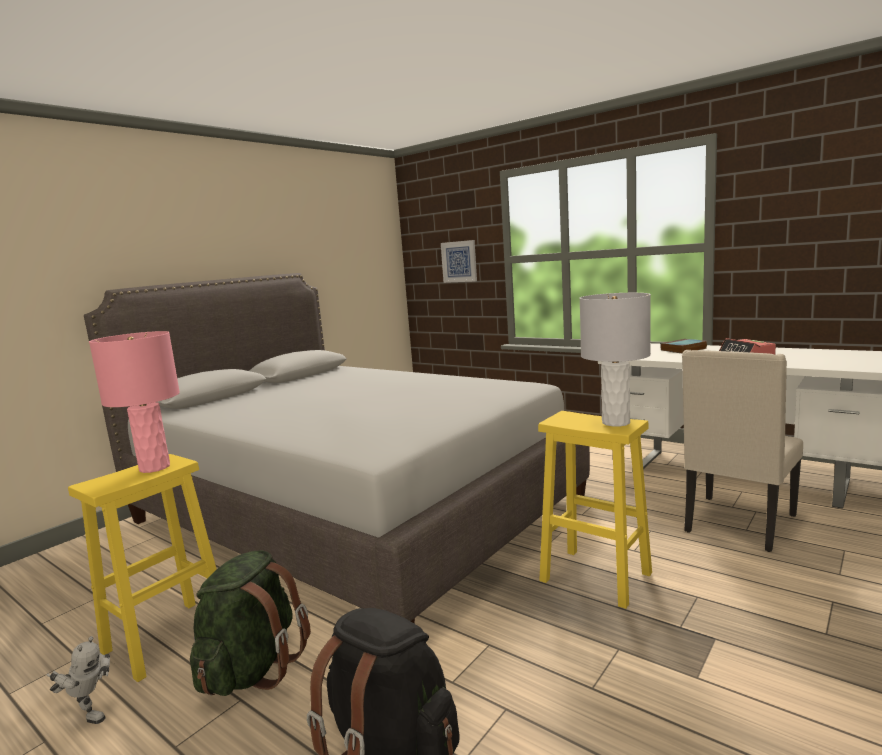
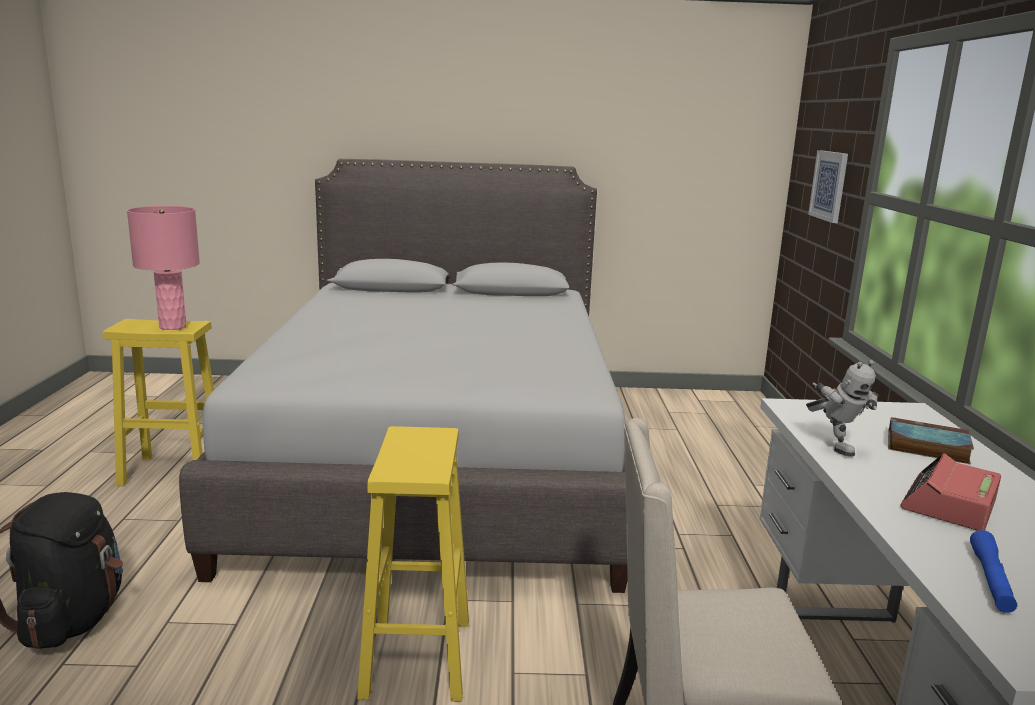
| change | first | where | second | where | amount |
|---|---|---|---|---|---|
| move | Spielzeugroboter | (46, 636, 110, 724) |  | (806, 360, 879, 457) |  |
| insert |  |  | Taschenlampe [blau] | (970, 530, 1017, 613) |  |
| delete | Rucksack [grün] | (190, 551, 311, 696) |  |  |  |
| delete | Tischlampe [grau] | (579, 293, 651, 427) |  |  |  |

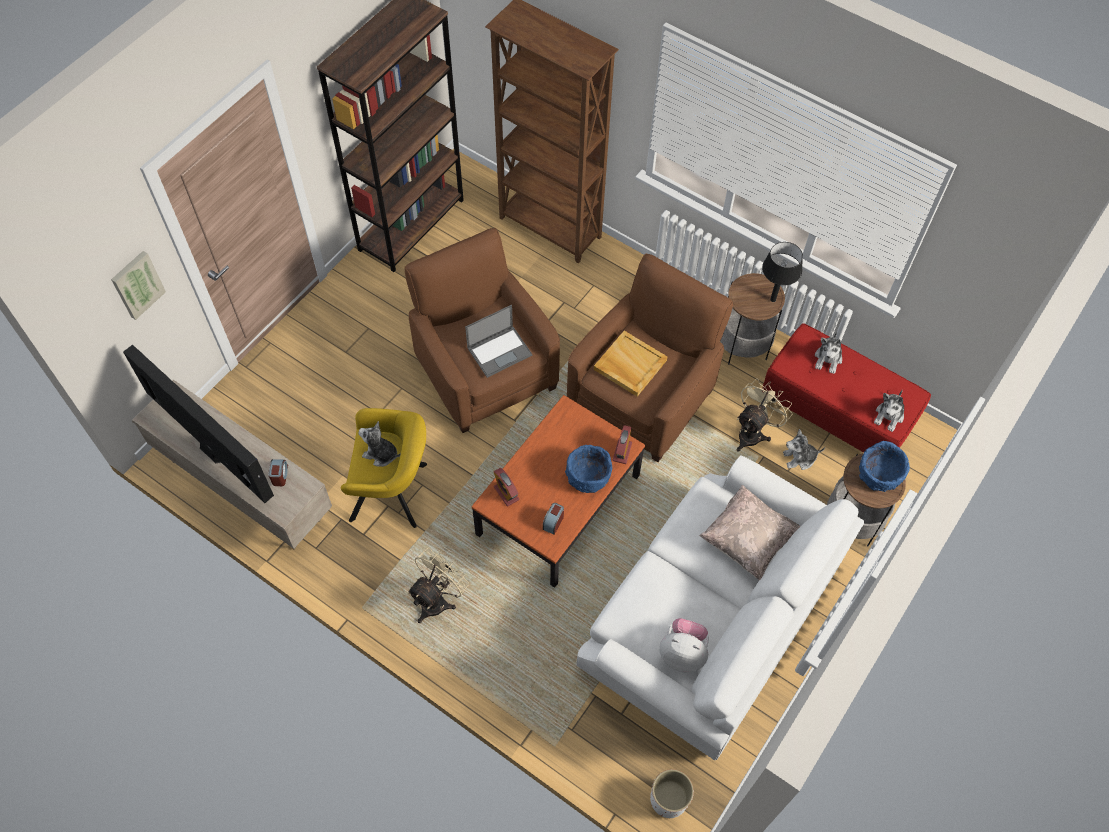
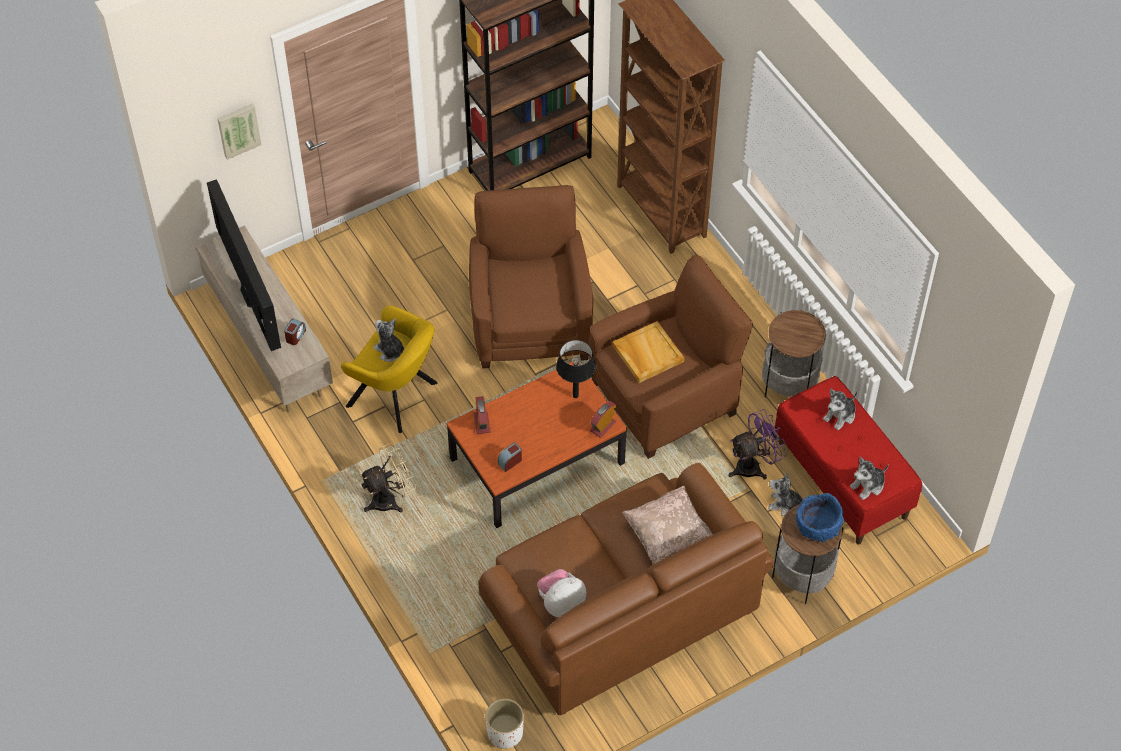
| change | first | where | second | where | amount |
|---|---|---|---|---|---|
| recolor | Sofa [weiß] | (577, 455, 864, 760) | Sofa [braun] | (478, 463, 774, 715) |  |
| rotate | Plüschtier | (659, 618, 709, 672) |  | (537, 569, 586, 617) | 75 degrees counterclockwise |
| move | Tischlampe [schwarz] | (762, 242, 803, 302) |  | (556, 340, 596, 398) |  |
| recolor | Ventilator [beige] | (737, 379, 793, 452) | Ventilator [lila] | (729, 409, 787, 479) |  |
| delete | Laptop | (465, 305, 532, 378) |  |  |  |
| delete | Schüssel [blau] | (565, 445, 612, 493) |  |  |  |

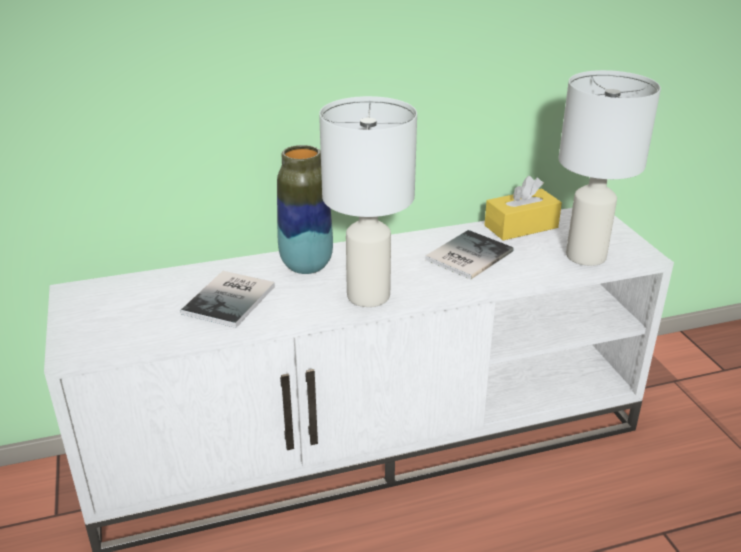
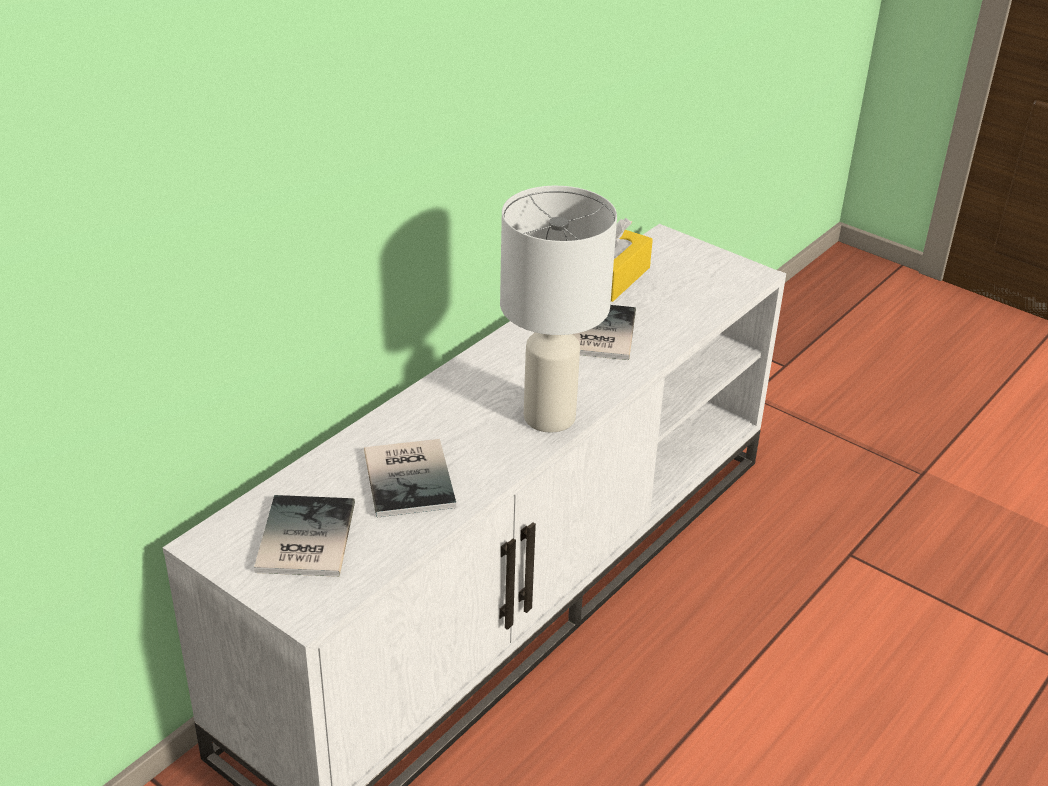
| change | first | where | second | where | amount |
|---|---|---|---|---|---|
| insert |  |  | Buch | (254, 495, 355, 577) |  |
| delete | Vase | (277, 145, 333, 274) |  |  |  |
| delete | Tischlampe [weiß] | (558, 70, 661, 266) |  |  |  |

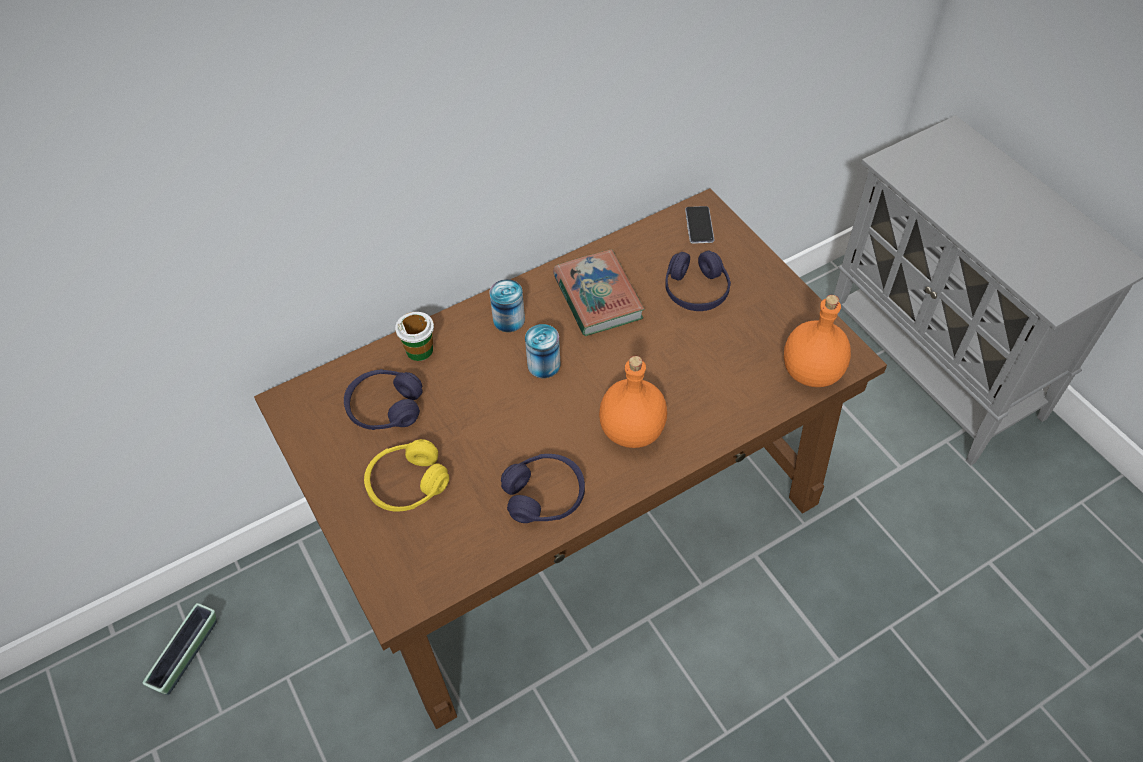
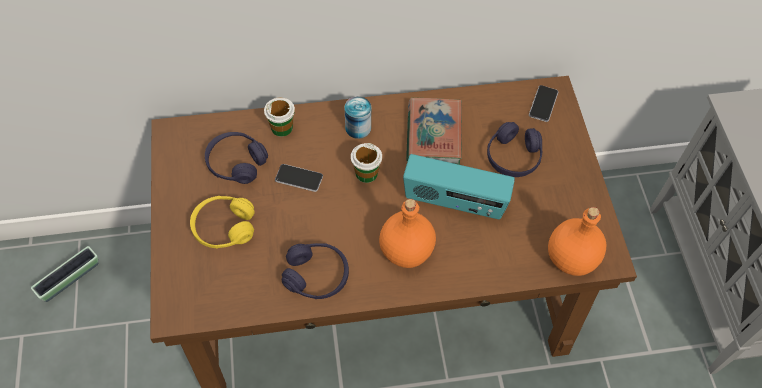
| change | first | where | second | where | amount |
|---|---|---|---|---|---|
| insert |  |  | Handy | (275, 164, 323, 192) |  |
| replace | Dose | (525, 324, 561, 378) | Tasse | (351, 143, 382, 183) |  |
| insert |  |  | Radio | (403, 154, 515, 219) |  |

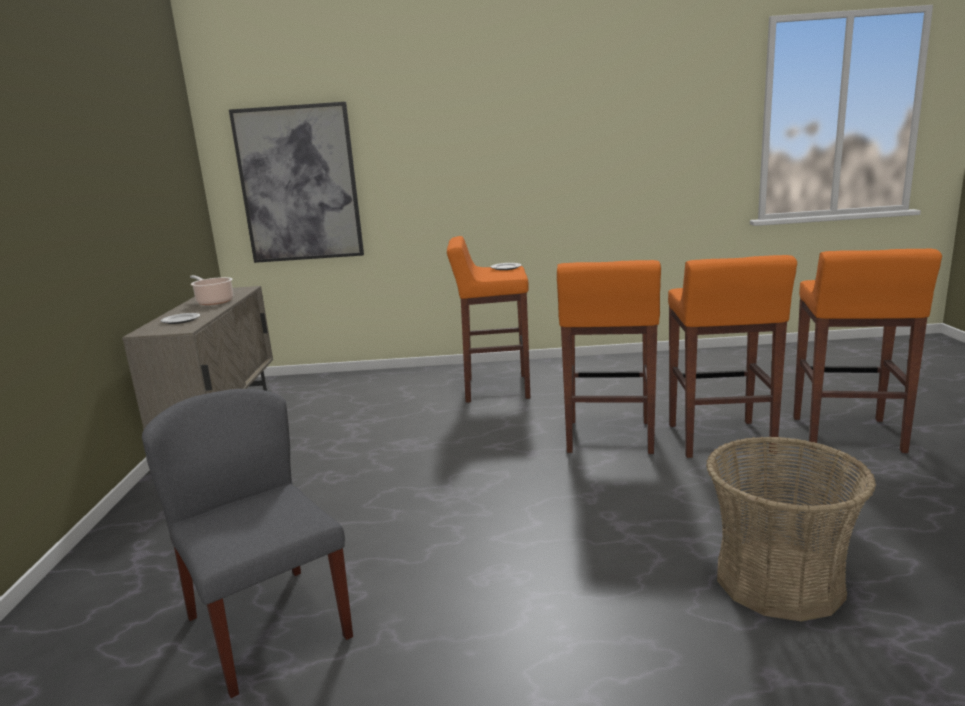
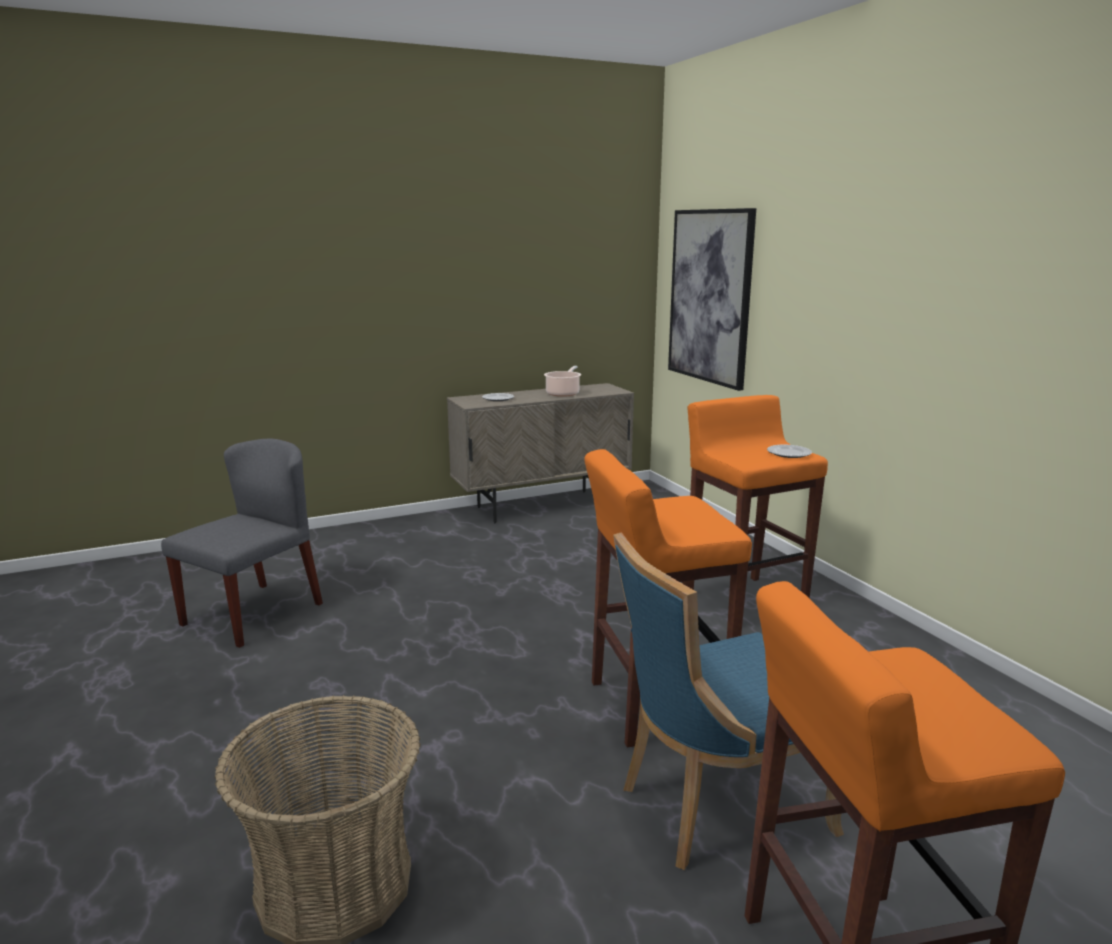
| change | first | where | second | where | amount |
|---|---|---|---|---|---|
| replace | Hocker [orange] | (668, 255, 797, 458) | Stuhl [blau] | (613, 532, 844, 870) |  |

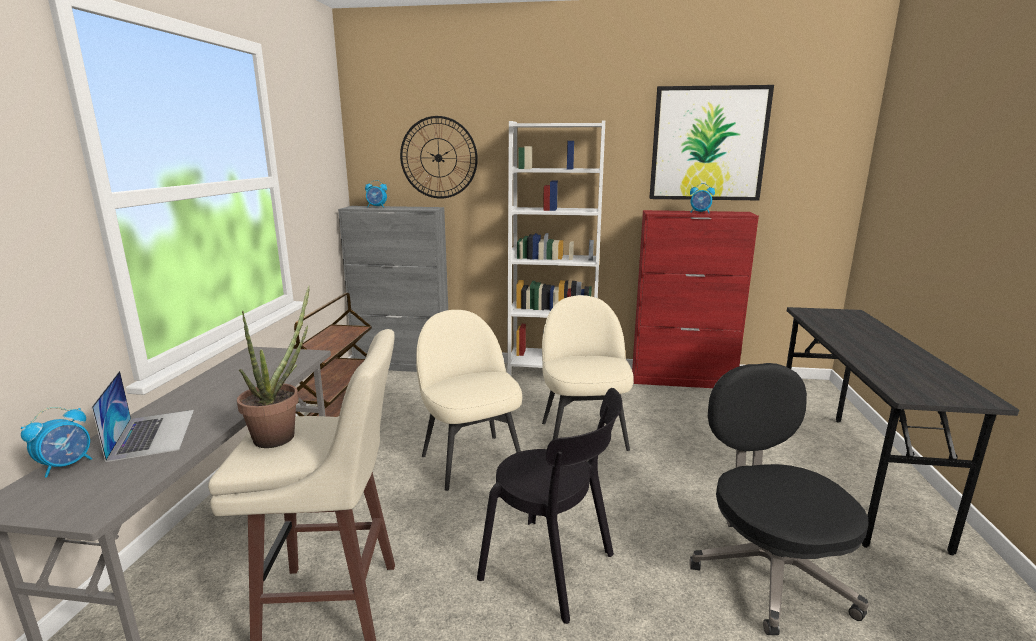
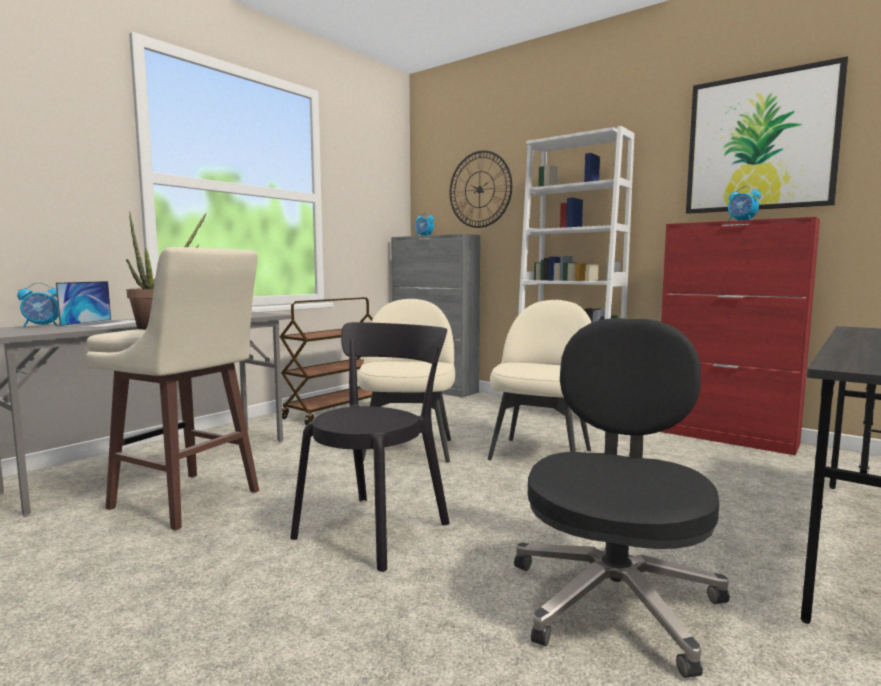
| change | first | where | second | where | amount |
|---|---|---|---|---|---|
| rotate | Stuhl [schwarz] | (477, 388, 622, 624) |  | (290, 322, 449, 572) | 120 degrees counterclockwise |

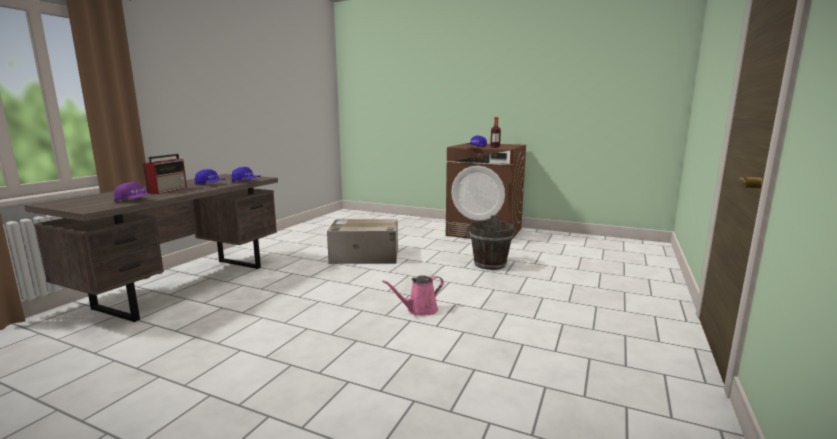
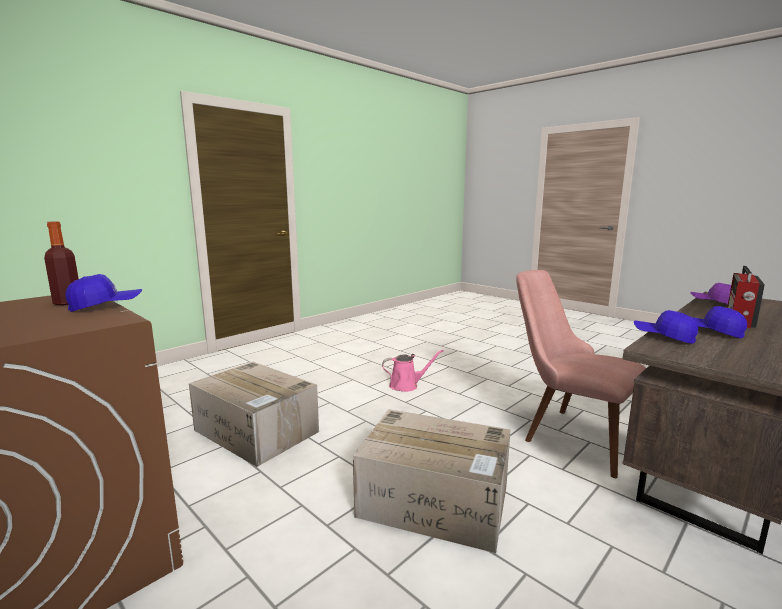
| change | first | where | second | where | amount |
|---|---|---|---|---|---|
| replace | Eimer [braun] | (469, 215, 515, 270) | Karton | (189, 362, 319, 467) |  |
| insert |  |  | Stuhl [rosa] | (516, 270, 646, 478) |  |

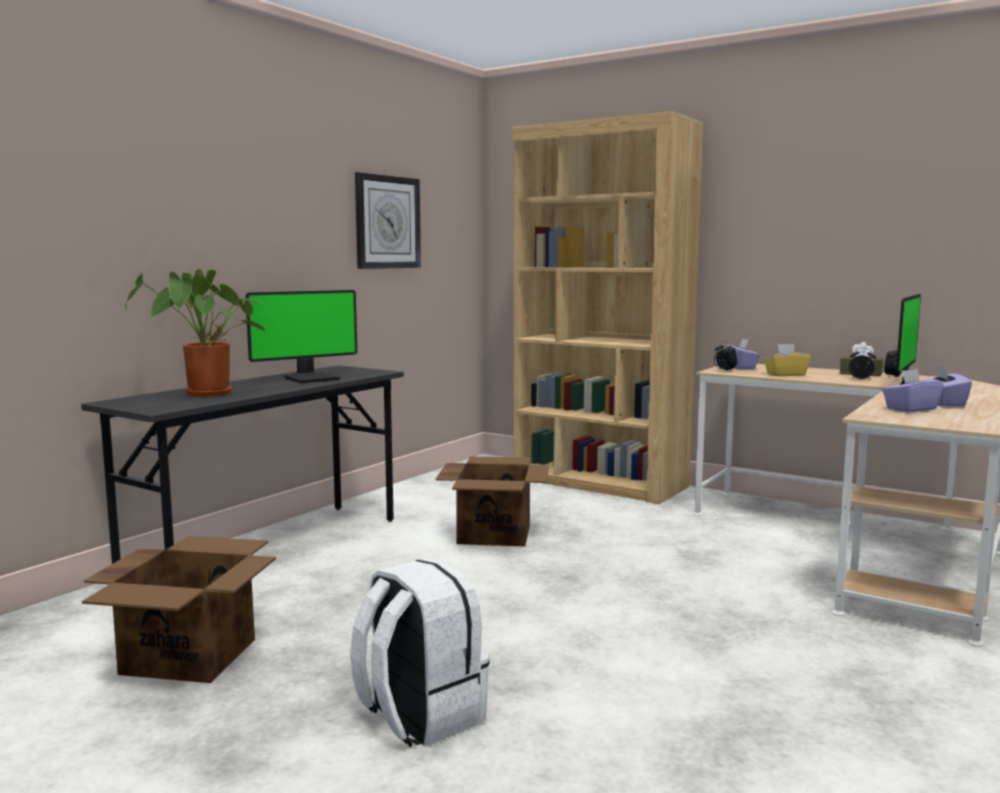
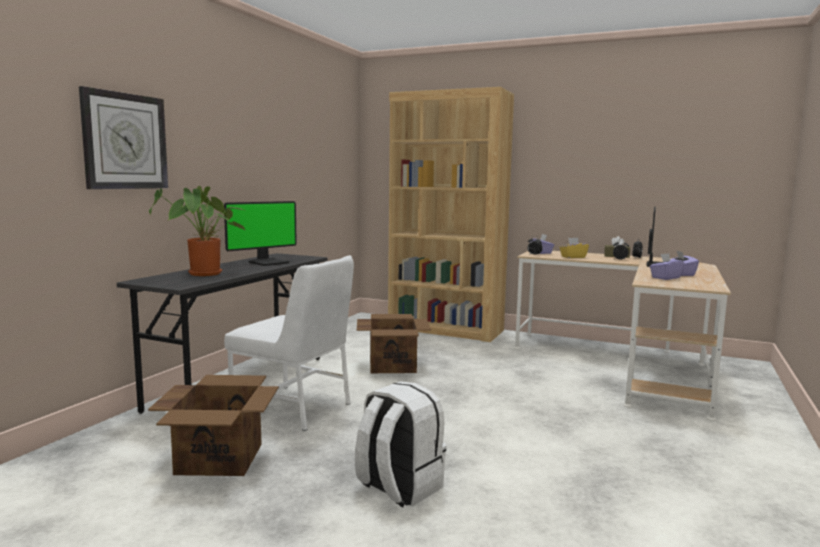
| change | first | where | second | where | amount |
|---|---|---|---|---|---|
| move | Wanduhr | (355, 172, 421, 269) |  | (79, 86, 168, 189) |  |
| insert |  |  | Stuhl [weiß] | (224, 255, 354, 431) |  |

